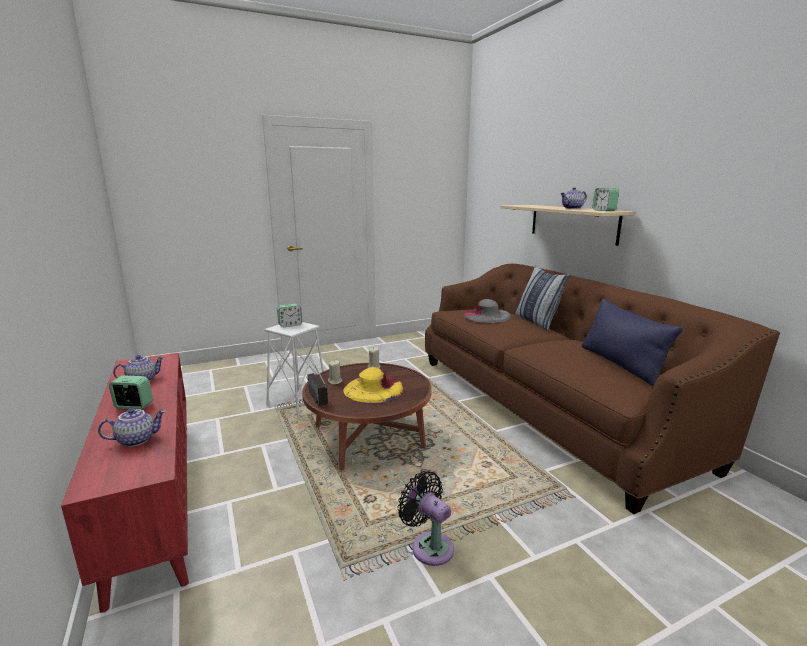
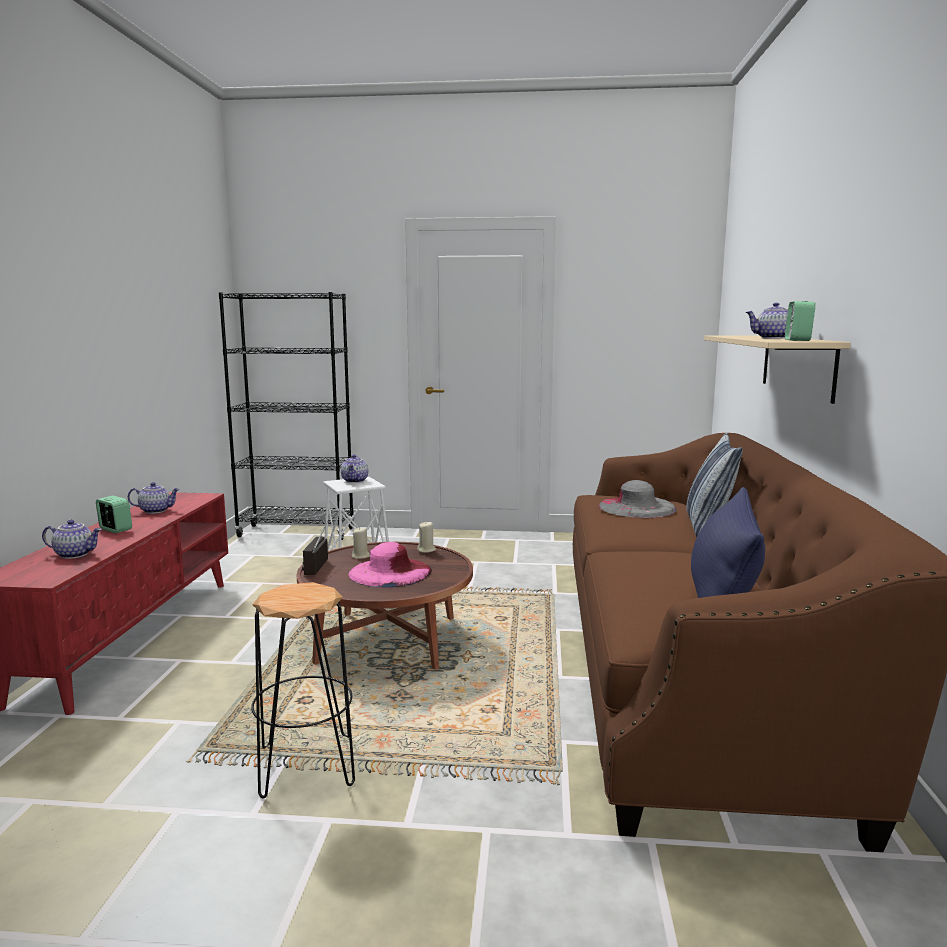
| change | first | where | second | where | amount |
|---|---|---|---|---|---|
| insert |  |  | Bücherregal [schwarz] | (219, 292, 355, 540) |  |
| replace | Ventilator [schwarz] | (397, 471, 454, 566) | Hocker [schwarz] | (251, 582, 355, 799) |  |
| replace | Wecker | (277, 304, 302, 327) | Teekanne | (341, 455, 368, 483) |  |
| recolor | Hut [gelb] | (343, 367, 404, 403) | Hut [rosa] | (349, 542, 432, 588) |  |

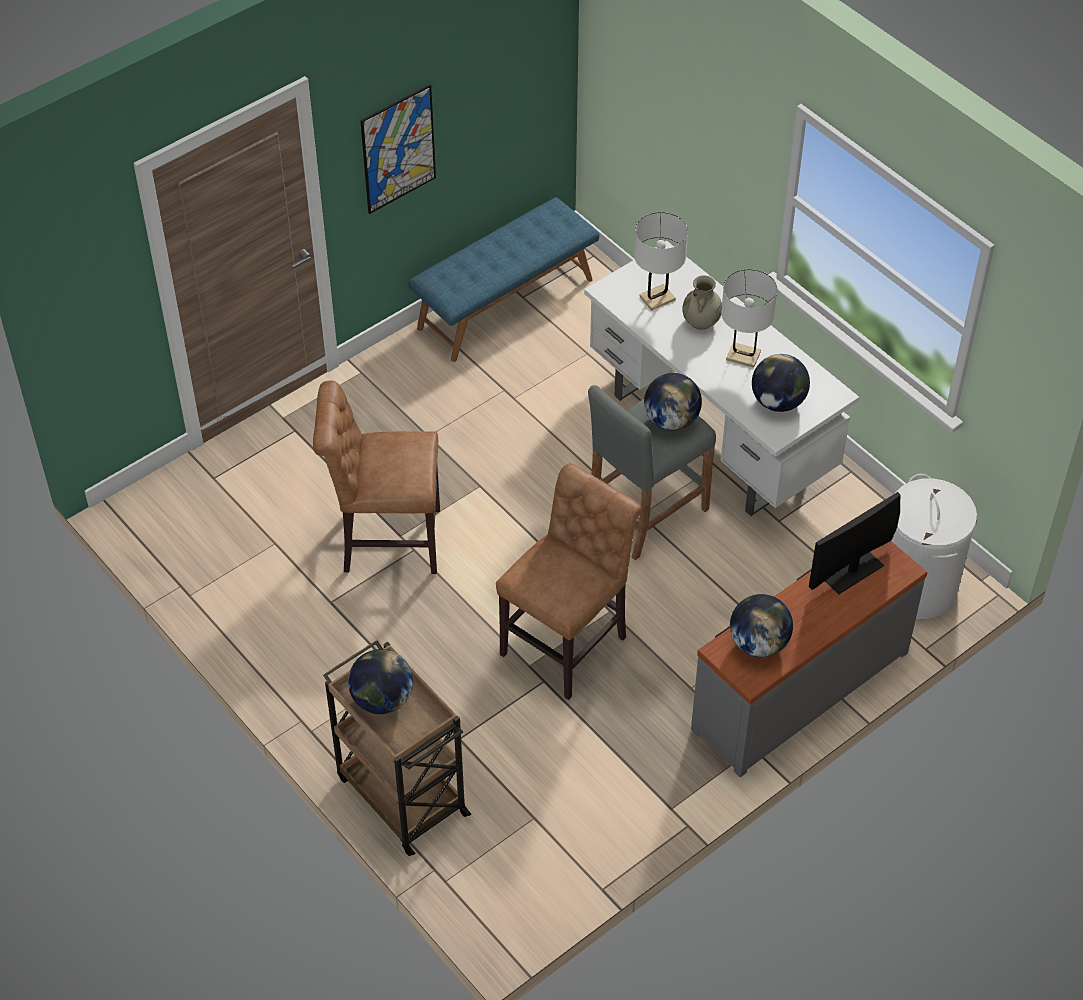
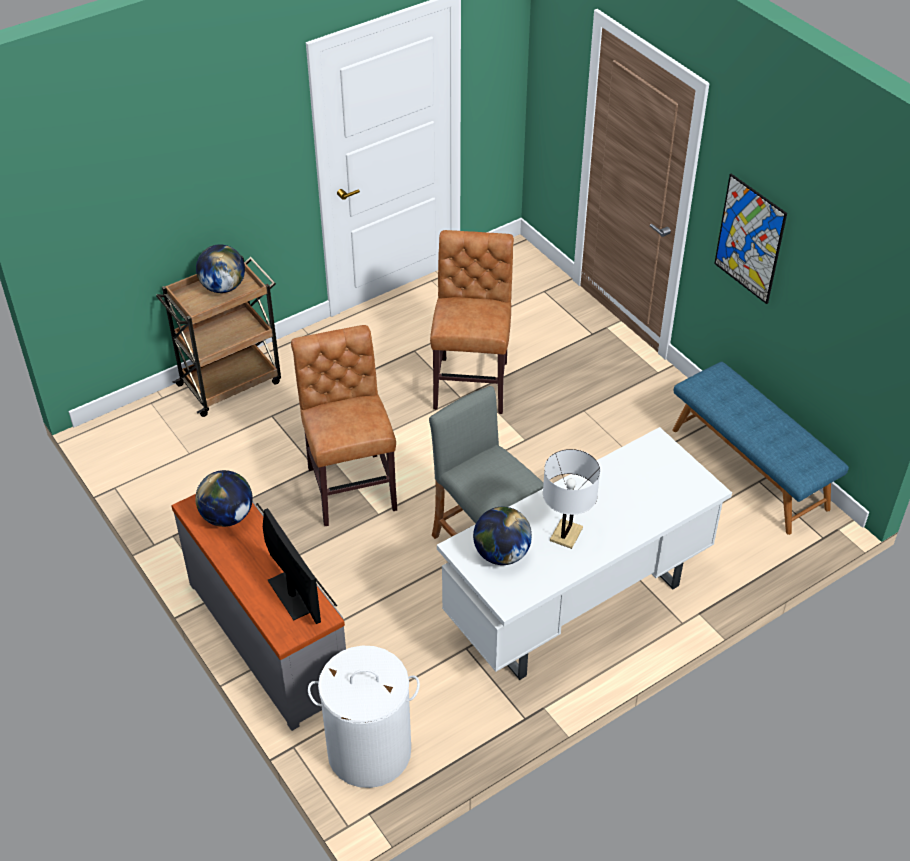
| change | first | where | second | where | amount |
|---|---|---|---|---|---|
| rotate | Stuhl [braun] | (496, 463, 642, 700) |  | (291, 325, 397, 526) | 150 degrees counterclockwise |
| delete | Tischlampe [weiß] | (634, 212, 688, 311) |  |  |  |
| delete | Globus | (644, 373, 702, 431) |  |  |  |
| delete | Vase [beige] | (682, 275, 722, 330) |  |  |  |

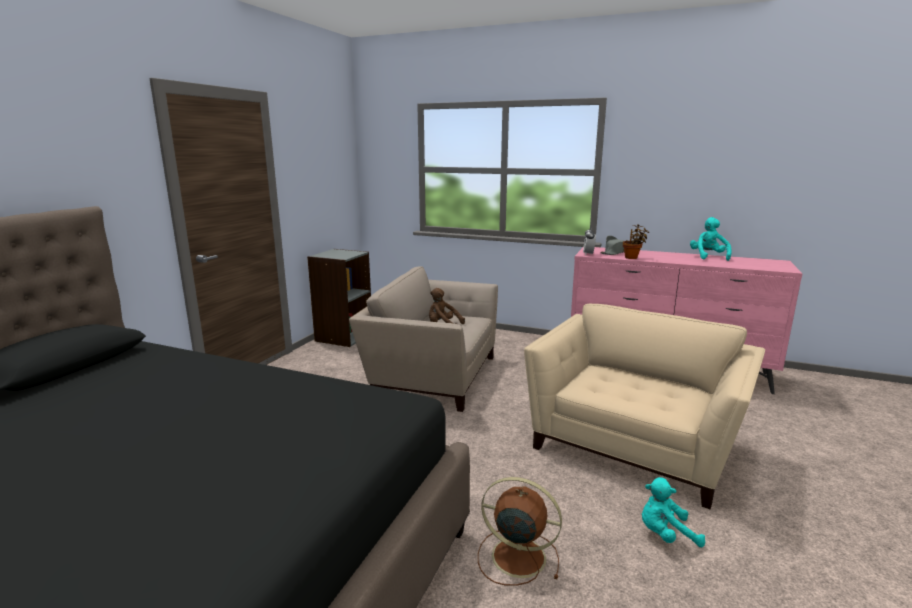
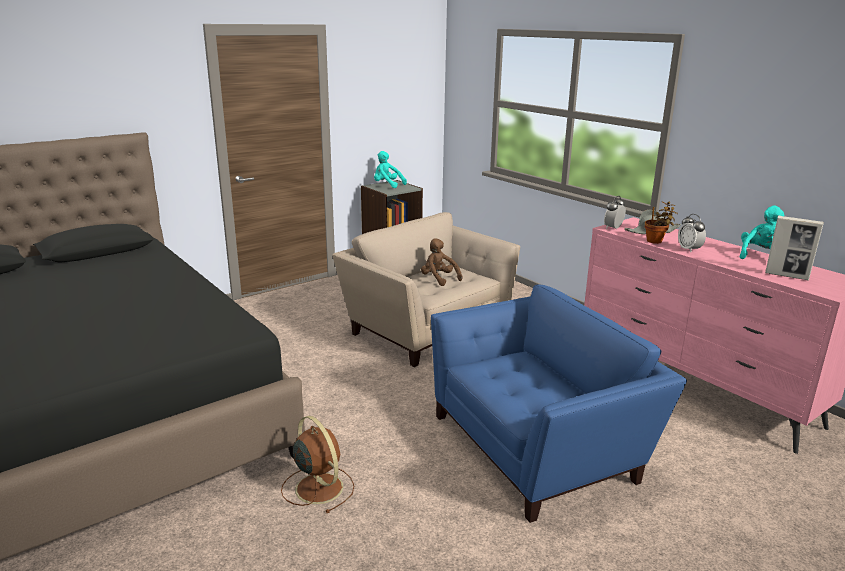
| change | first | where | second | where | amount |
|---|---|---|---|---|---|
| move | Plüschtier [türkis] | (642, 477, 705, 547) |  | (374, 151, 407, 188) |  |
| recolor | Sessel [beige] | (524, 304, 765, 509) | Sessel [blau] | (431, 284, 687, 523) |  |
| insert |  |  | Wecker | (678, 214, 706, 252) |  |
| insert |  |  | Bilderrahmen | (765, 215, 824, 281) |  |

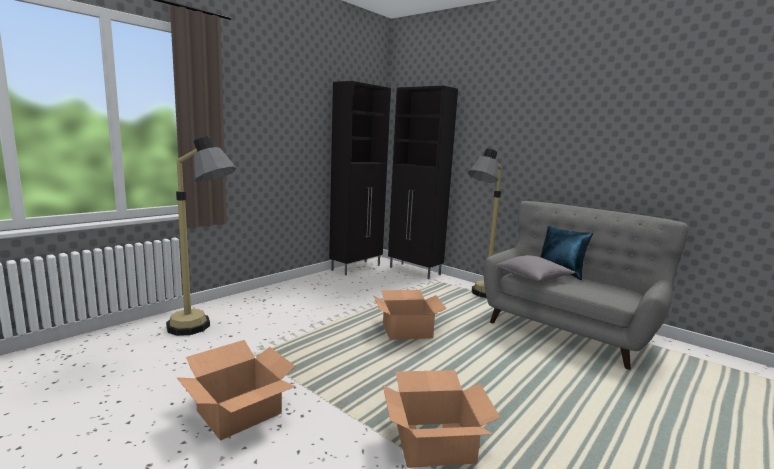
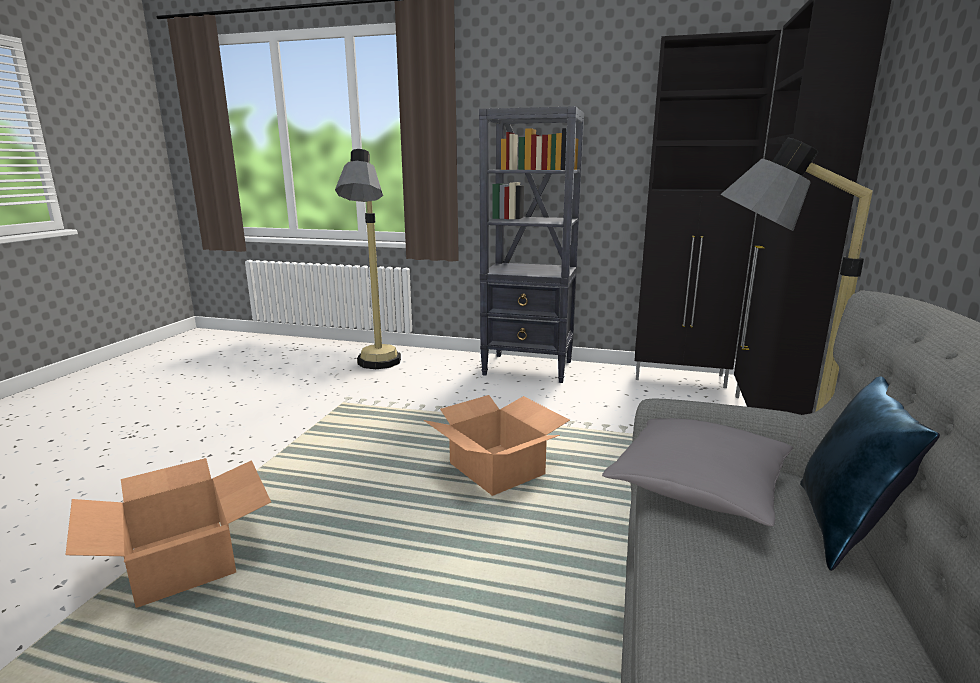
| change | first | where | second | where | amount |
|---|---|---|---|---|---|
| insert |  |  | Bücherregal [schwarz] | (479, 106, 584, 383) |  |
| delete | Karton | (177, 340, 296, 440) |  |  |  |

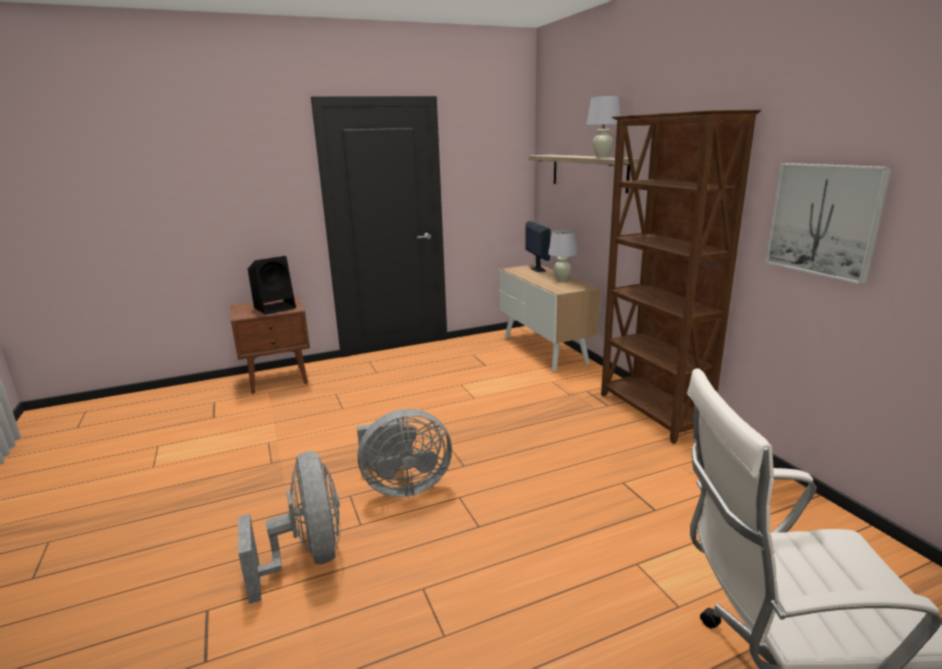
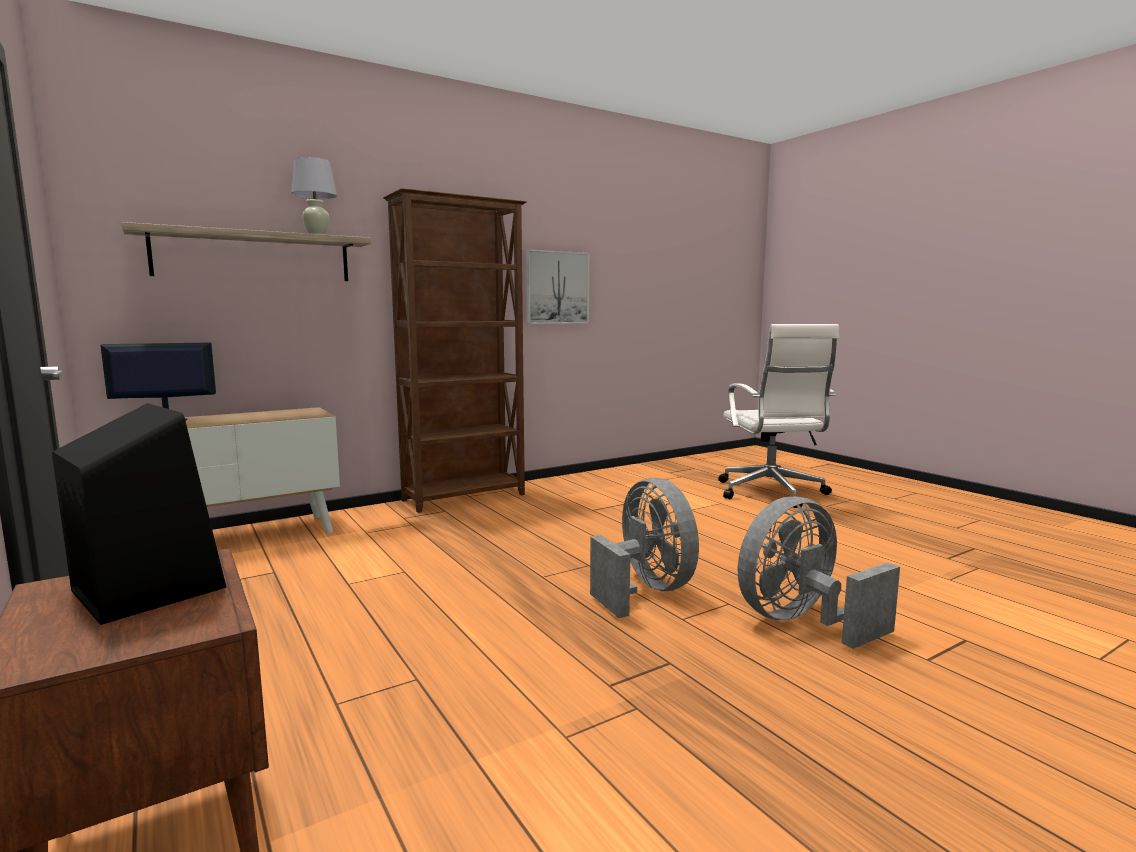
| change | first | where | second | where | amount |
|---|---|---|---|---|---|
| delete | Tischlampe [weiß] | (548, 230, 578, 281) |  |  |  |

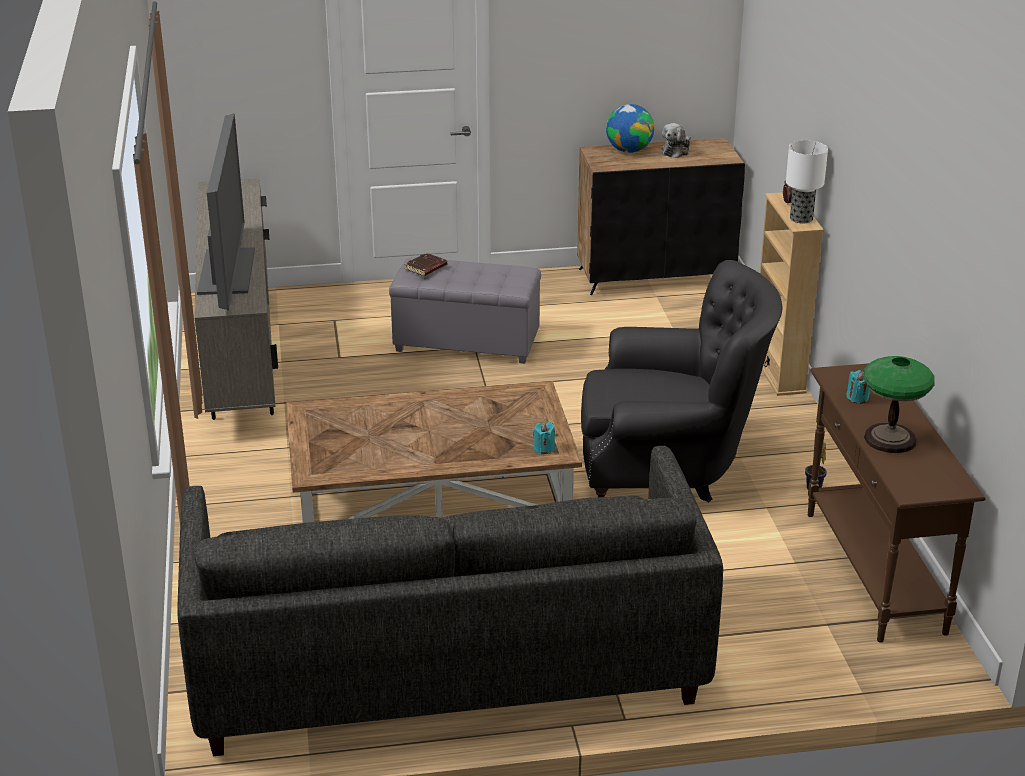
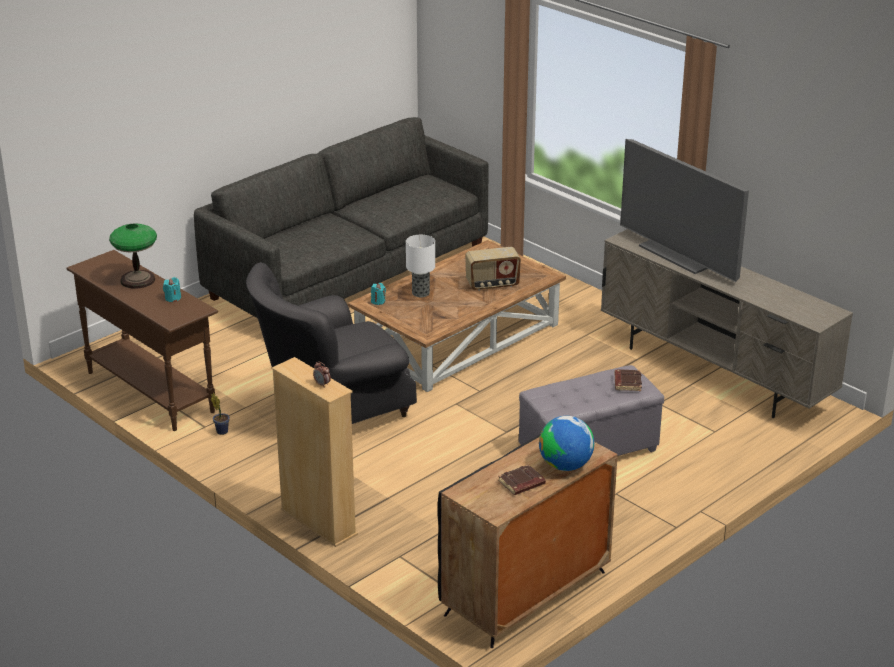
| change | first | where | second | where | amount |
|---|---|---|---|---|---|
| move | Tischlampe | (786, 140, 828, 223) |  | (406, 235, 435, 297) |  |
| insert |  |  | Radio | (466, 247, 521, 291) |  |
| replace | Plüschtier | (662, 123, 691, 158) | Buch [braun] | (498, 464, 546, 495) |  |

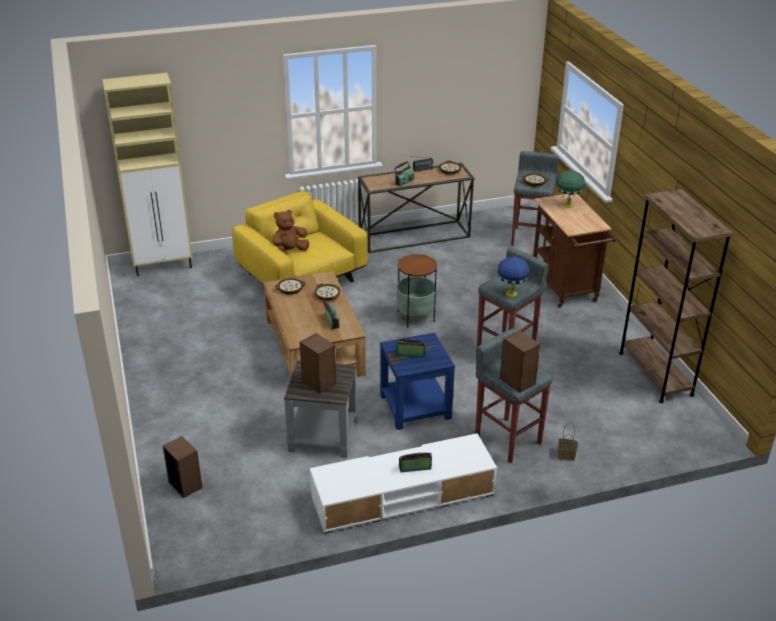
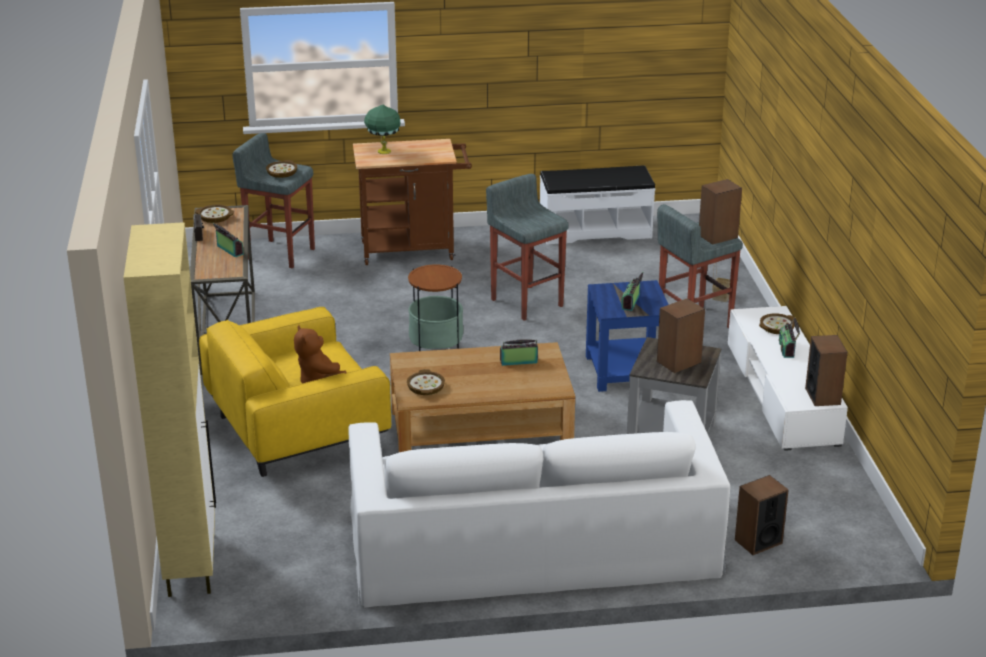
| change | first | where | second | where | amount |
|---|---|---|---|---|---|
| insert |  |  | Sofa [weiß] | (348, 400, 730, 608) |  |
| replace | Bücherregal [braun] | (619, 189, 734, 403) | Bank [weiß] | (540, 165, 655, 244) |  |
| move | Schüssel | (314, 283, 341, 301) |  | (759, 313, 796, 334) |  |
| insert |  |  | Lautsprecher | (805, 335, 848, 406) |  |
| delete | Tischlampe [blau] | (498, 256, 530, 297) |  |  |  |

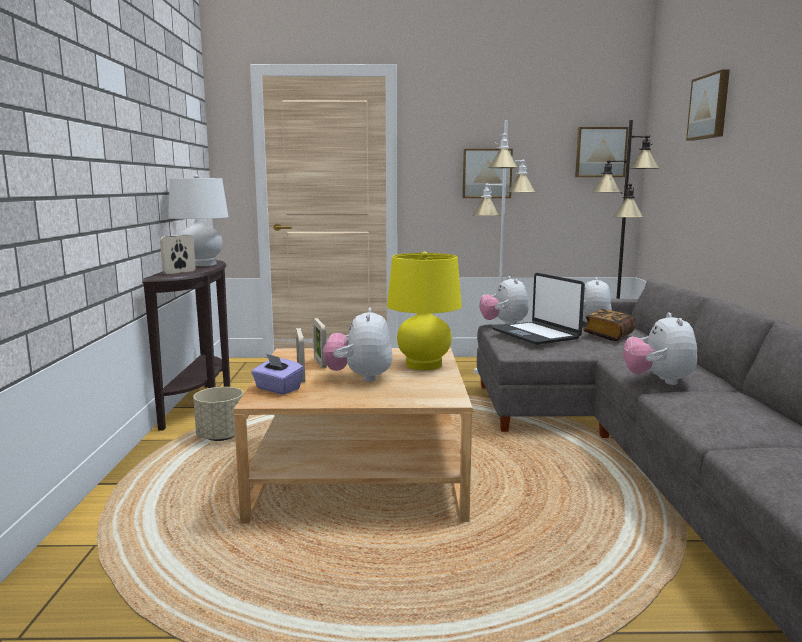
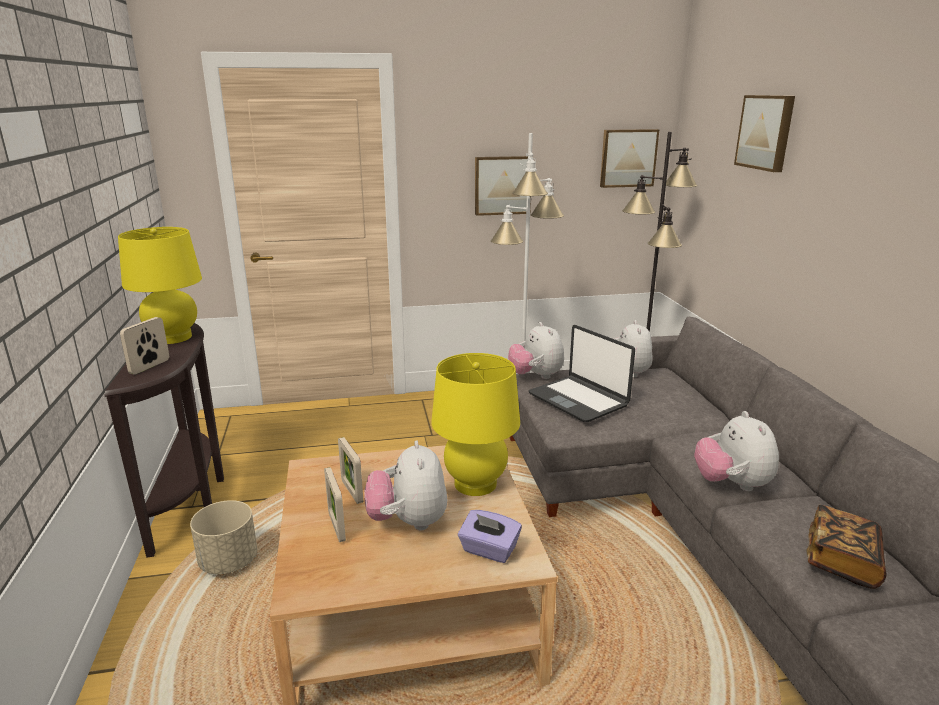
| change | first | where | second | where | amount |
|---|---|---|---|---|---|
| recolor | Tischlampe [weiß] | (168, 175, 229, 266) | Tischlampe [gelb] | (118, 227, 202, 344) |  |
| move | Taschentuchbox [lila] | (251, 354, 304, 395) |  | (458, 510, 522, 563) |  |
| move | Buch | (583, 309, 636, 341) |  | (807, 505, 886, 589) |  |

